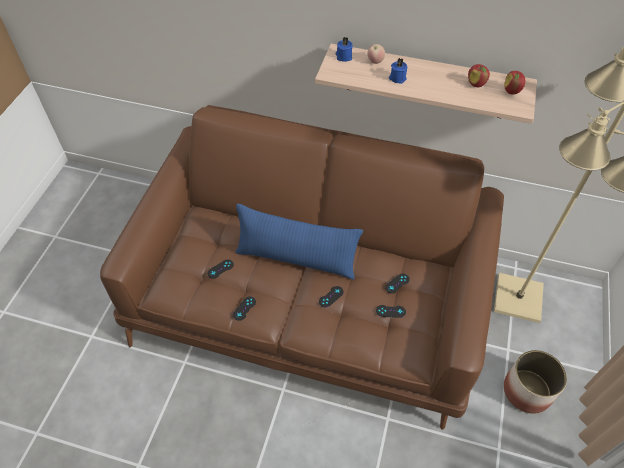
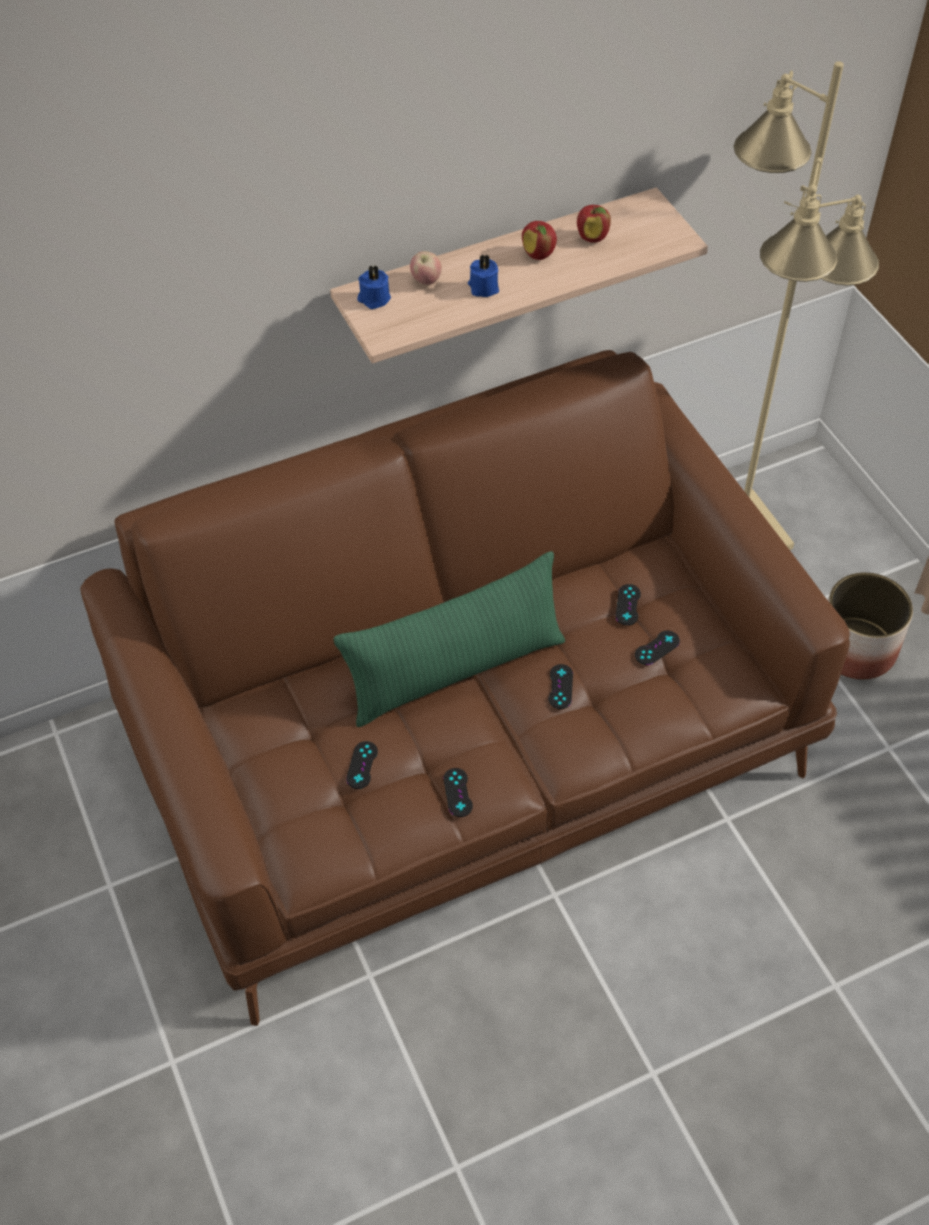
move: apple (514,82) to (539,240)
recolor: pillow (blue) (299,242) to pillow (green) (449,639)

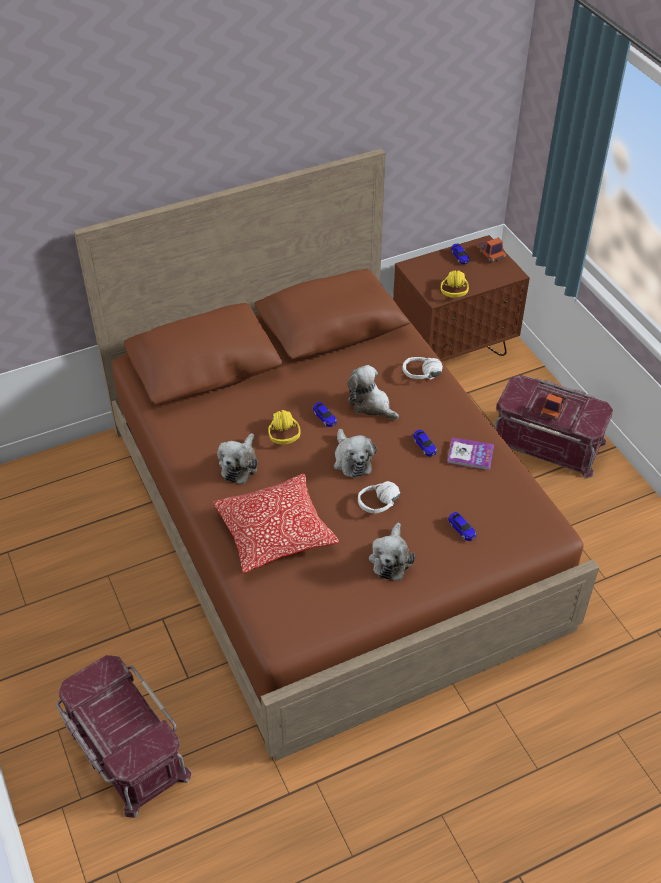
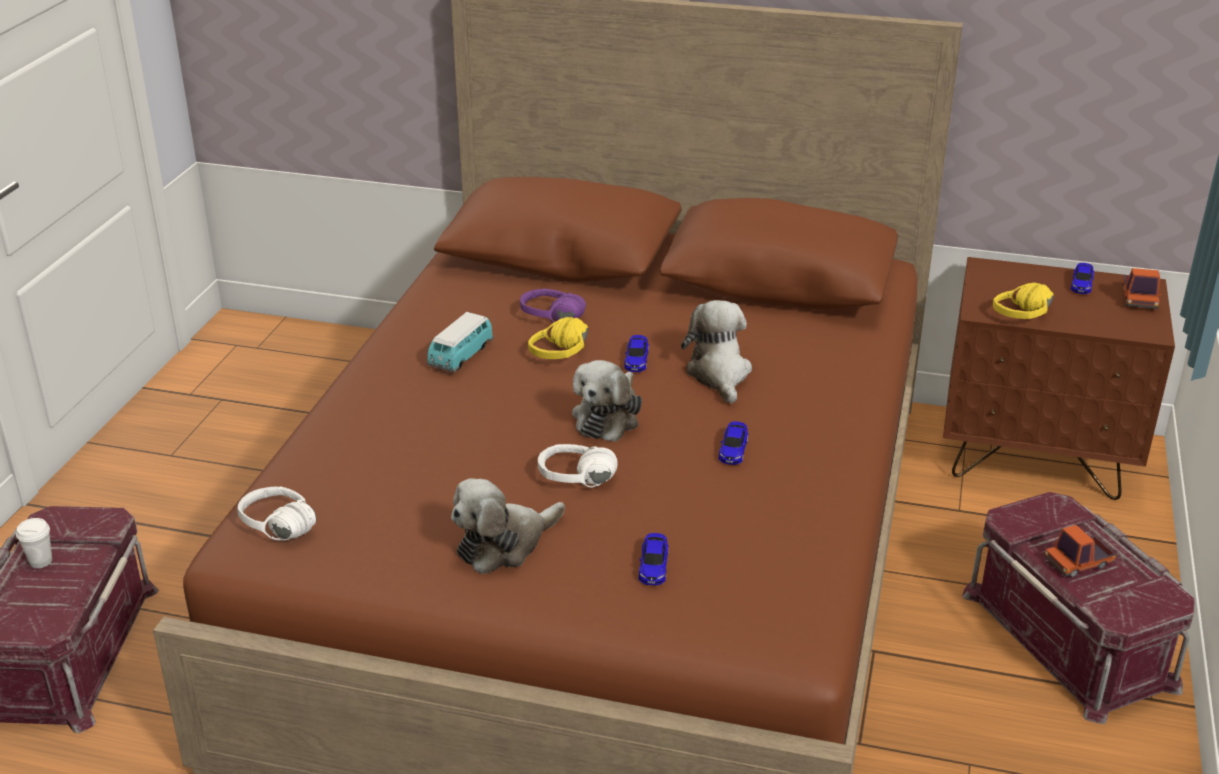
delete: book (470,453); pillow (276,524)
insert: headphones (purple) (553,306); cup (white) (34,543)
move: headphones (white) (422,368) to (277,513)
replace: plush toy (238,458) to toy car (460,342)

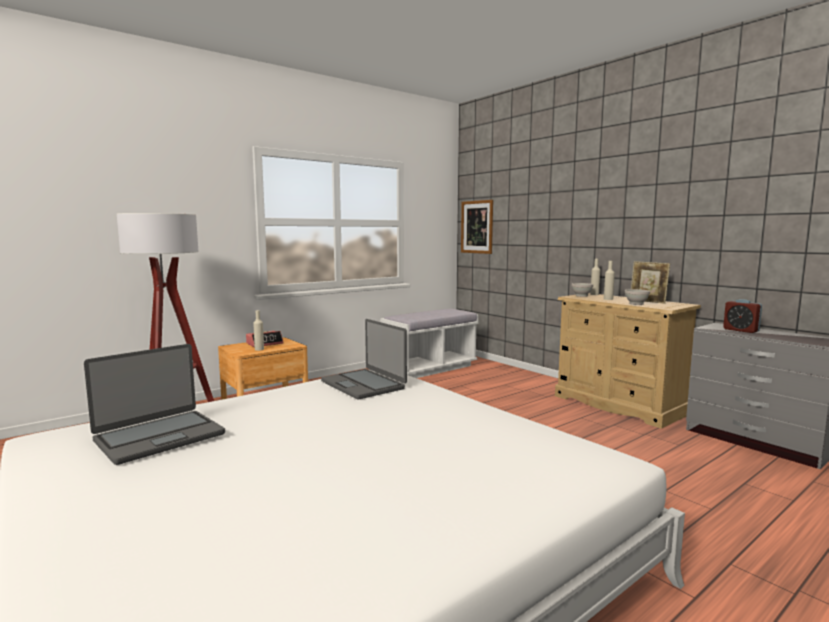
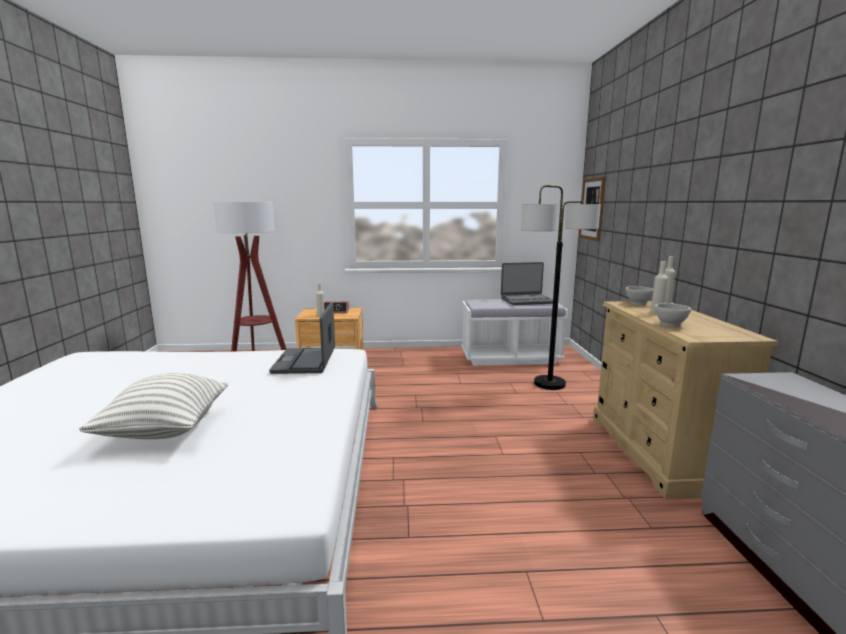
delete: picture frame (650,282); alarm clock (742,316)
insert: floor lamp (561,287); pillow (153,406)
move: laptop (154,404) to (527,283)

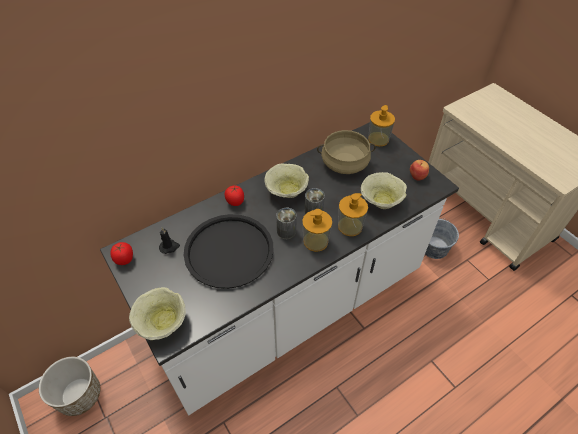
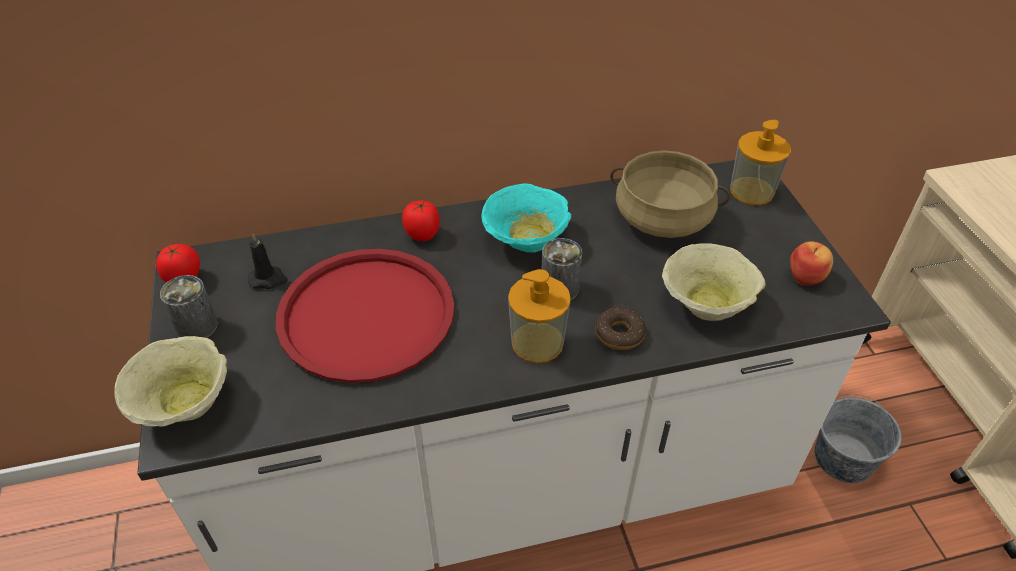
delete: planter (69,386)
move: can (286,223) to (189,306)
replace: soap dispenser (353,214) to donut (620,328)
recolor: bowl (beige) (286,180) to bowl (turquoise) (526,218); tray (black) (229,251) to tray (red) (365,316)

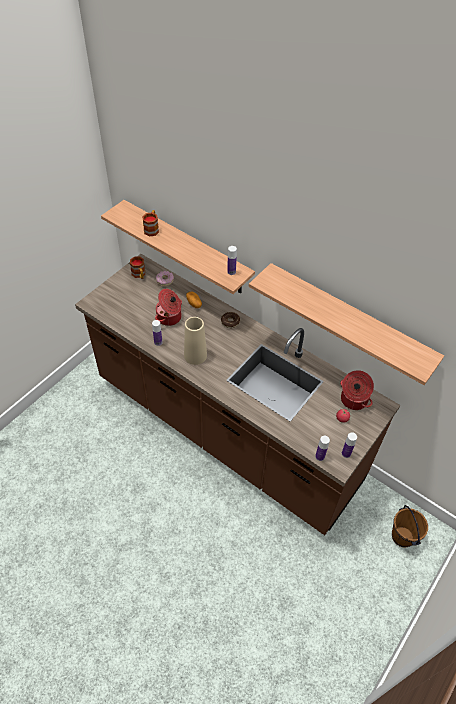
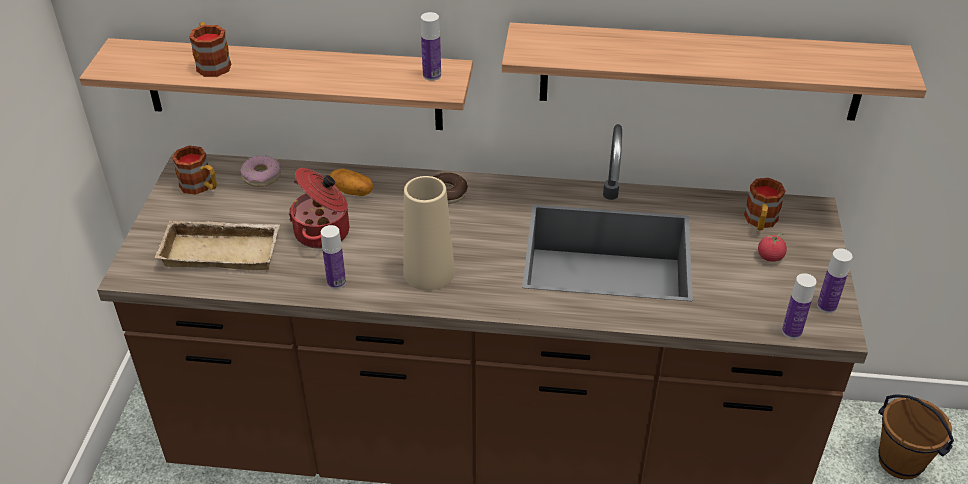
insert: tray (beige) (217,245)
replace: cooking pot (357,390) to mug (764,204)

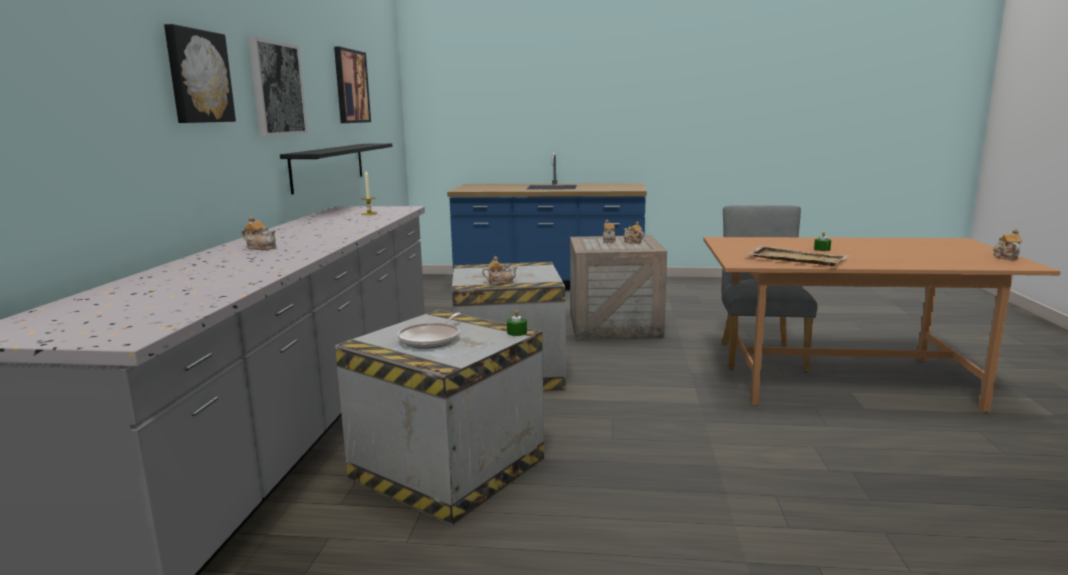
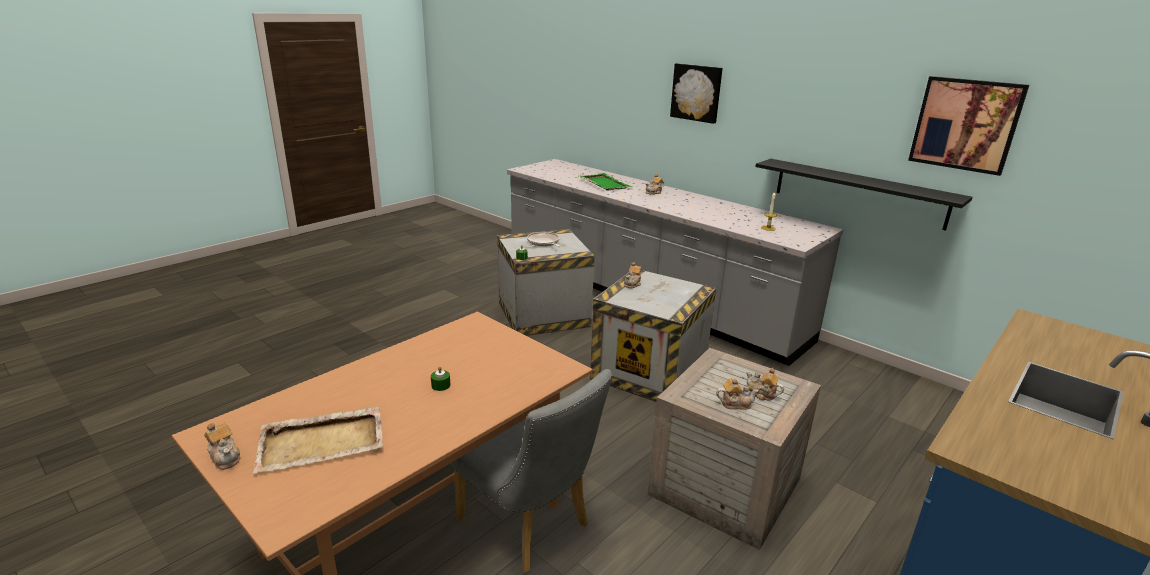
delete: picture (278,86)
insert: tray (green) (606,182)
move: tray (beige) (797,255) to (318,440)

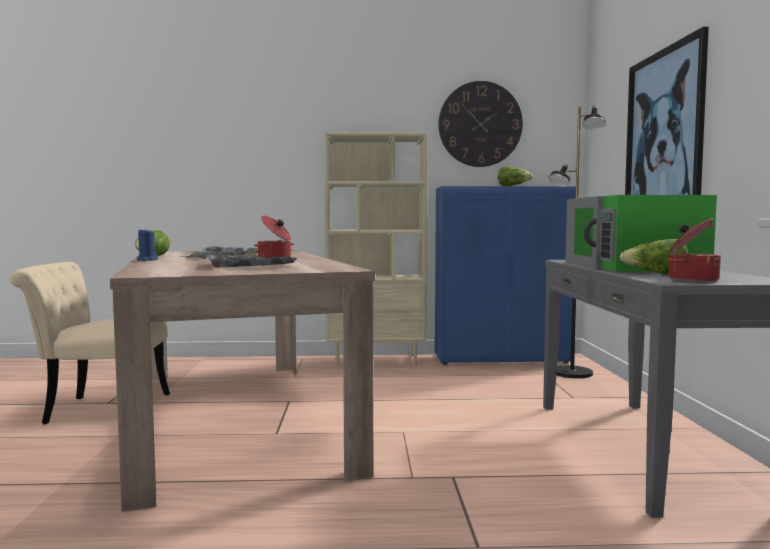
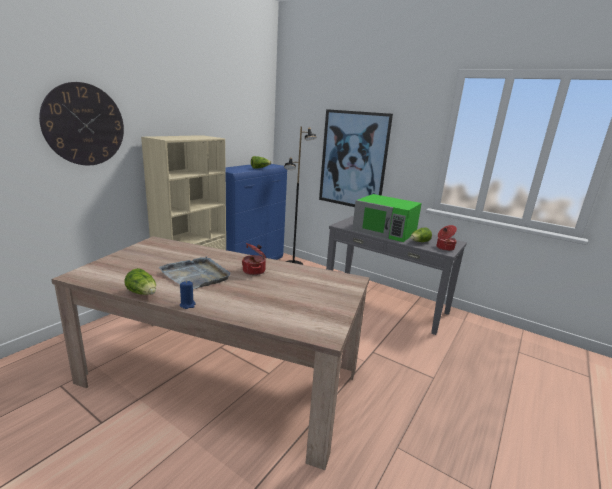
delete: tray (grey) (251,261); chair (beige) (90,343)
move: wall clock (481,124) to (81,123)

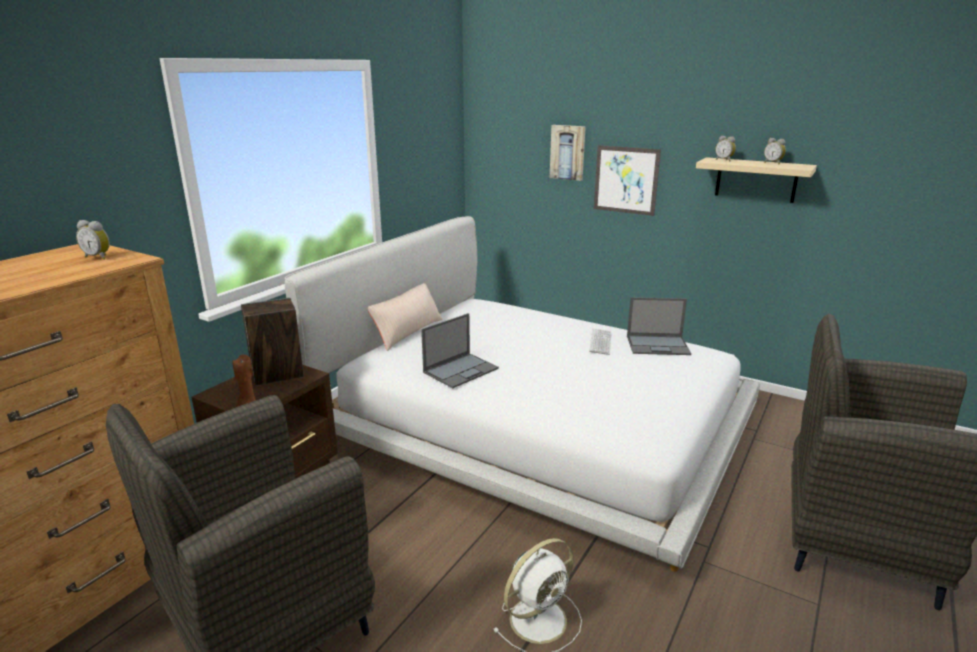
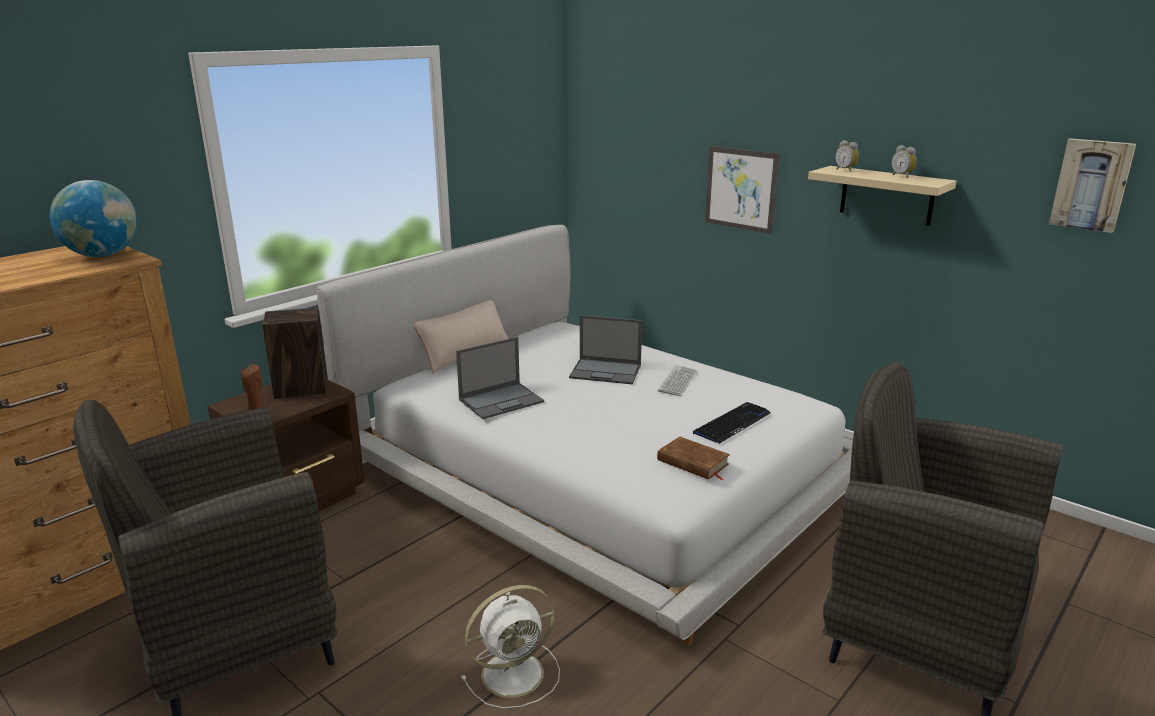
insert: keyboard (732,423); book (brown) (693,458)
move: picture (568,153) to (1092,185); laptop (659,326) to (605,350)
replace: alarm clock (93,240) to globe (93,218)

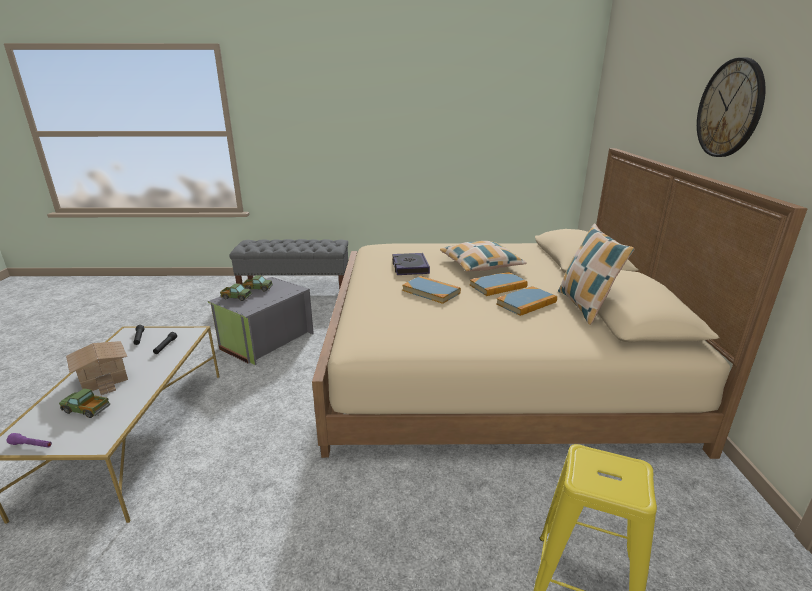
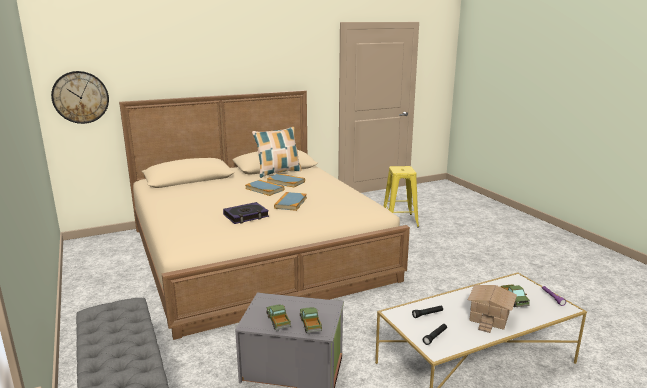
delete: pillow (483,256)
move: wall clock (731,107) to (80,97)

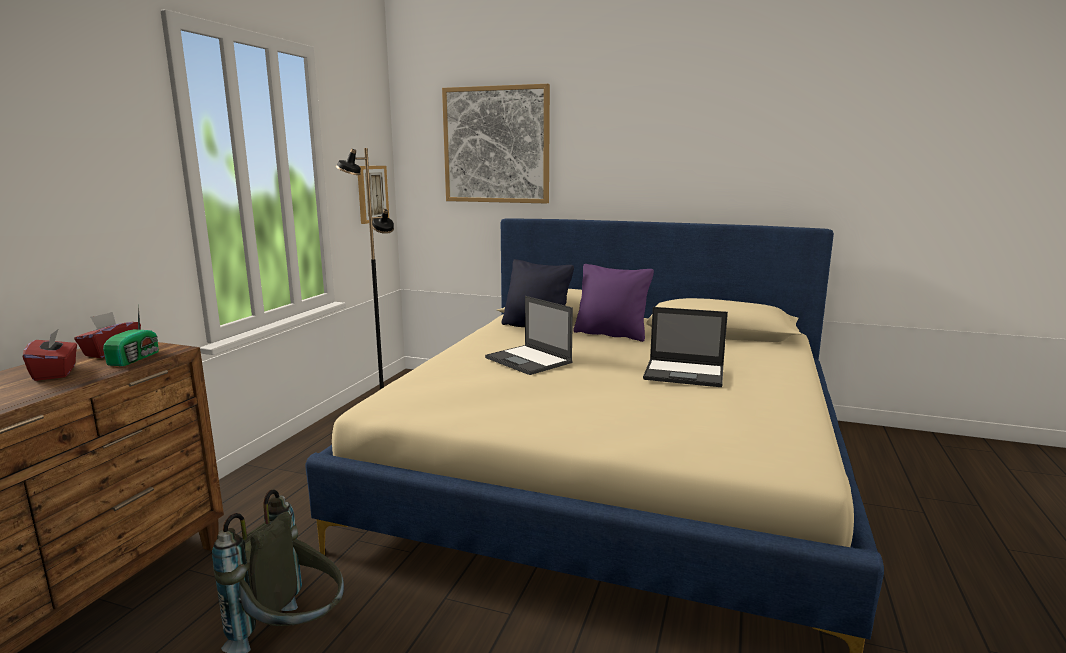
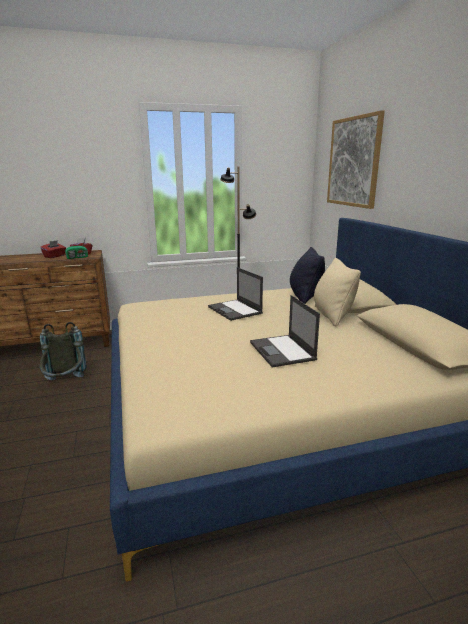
delete: picture (373,195)
recolor: pillow (purple) (613,303) to pillow (beige) (337,292)
rotate: laptop (529,335) = (235,294) 45 degrees counterclockwise

